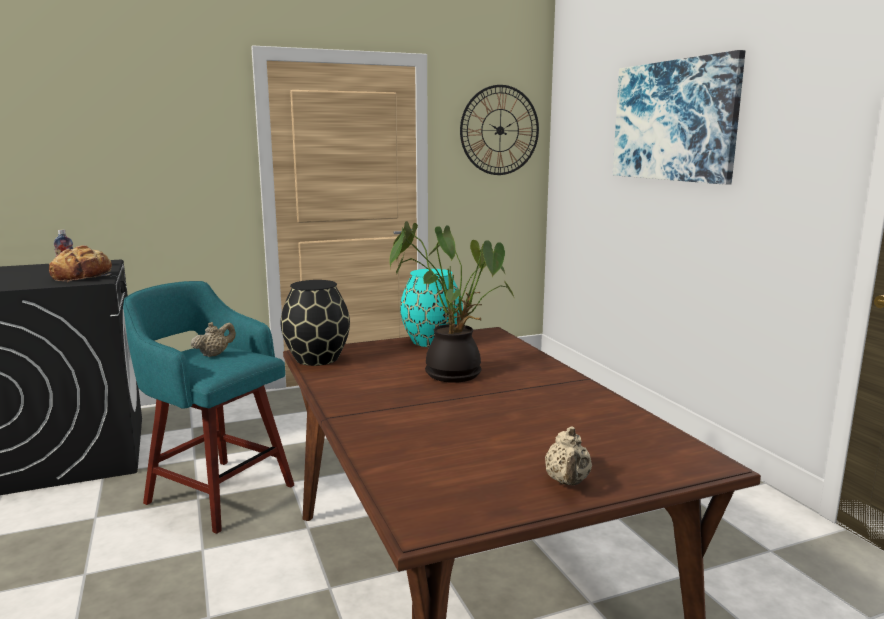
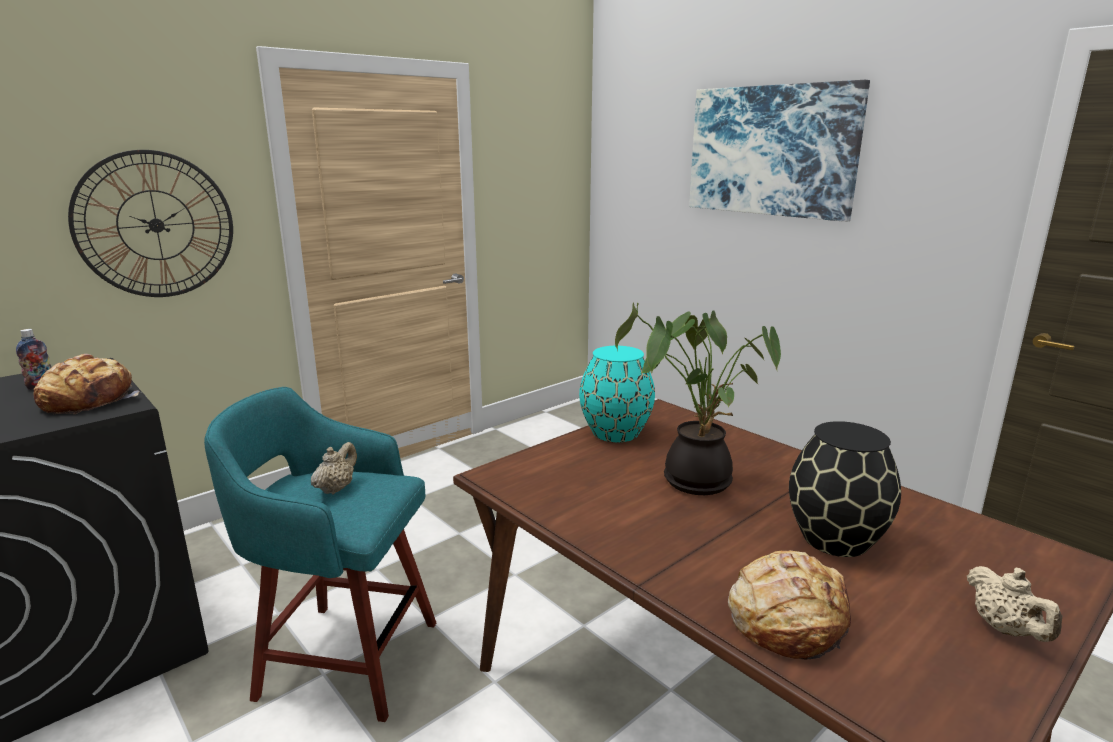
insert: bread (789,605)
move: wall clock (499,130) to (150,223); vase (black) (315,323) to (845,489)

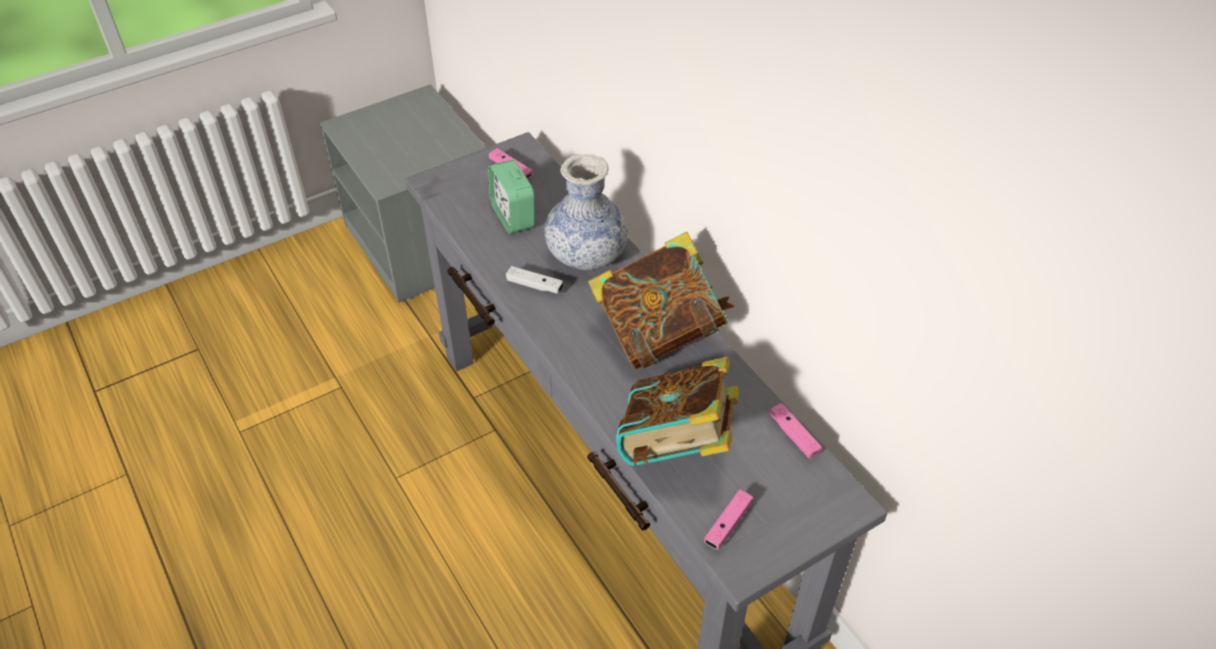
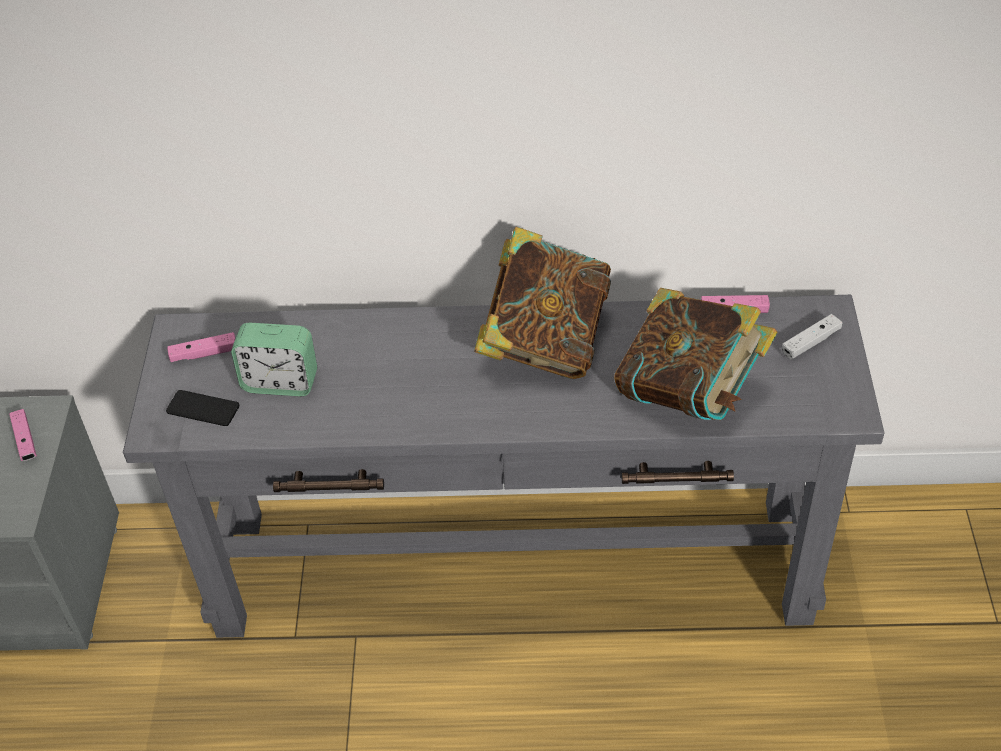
delete: vase (586,212)
insert: phone (203,408)
move: game controller (white) (534,280) to (812,336); game controller (pink) (728,519) to (23,435)

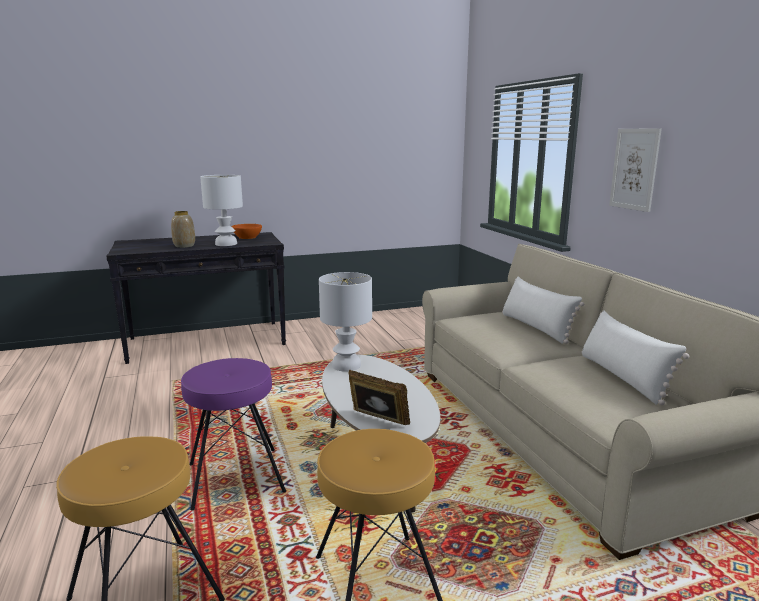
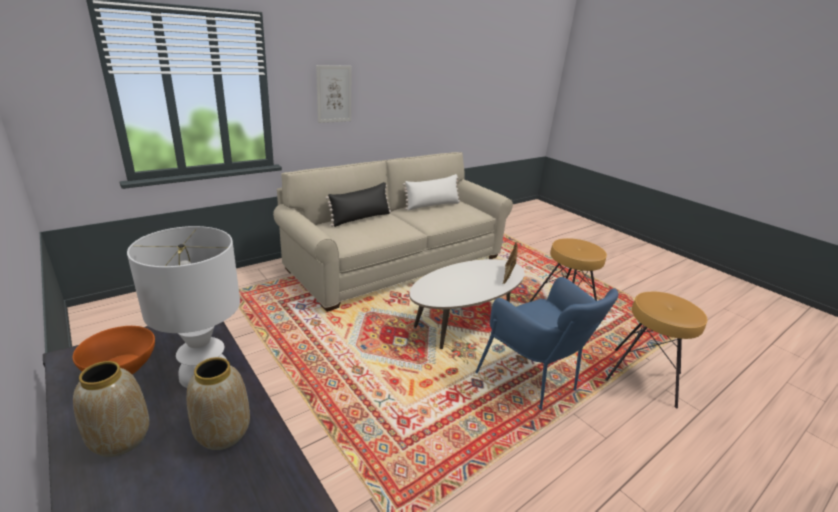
delete: table lamp (white) (345,322)
insert: vase (111,409)
replace: stool (purple) (233,434) to armchair (blue) (546,343)
recolor: pillow (white) (543,310) to pillow (black) (358,204)

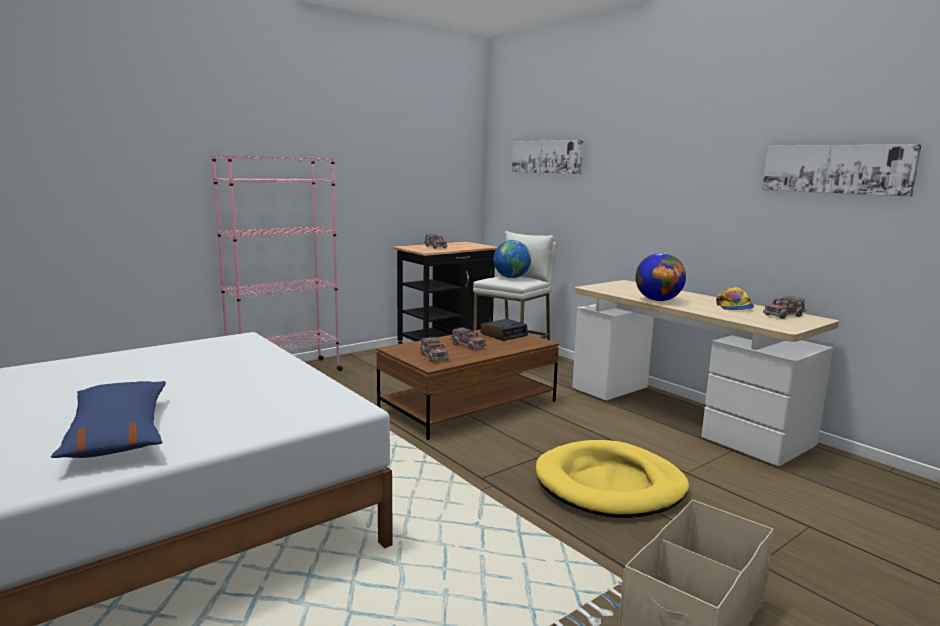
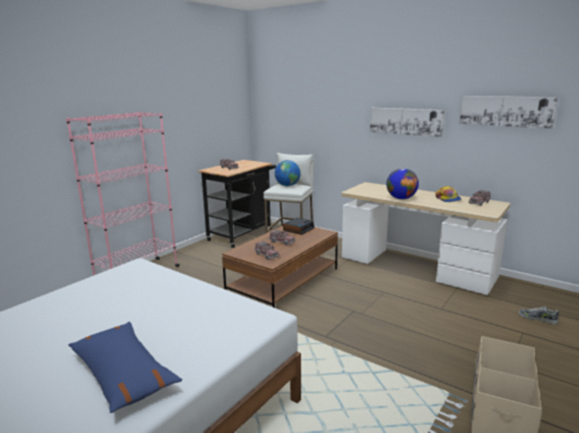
delete: dog bed (yellow) (612,479)
insert: shoe (539,315)
move: picture (547,157) to (407,122)

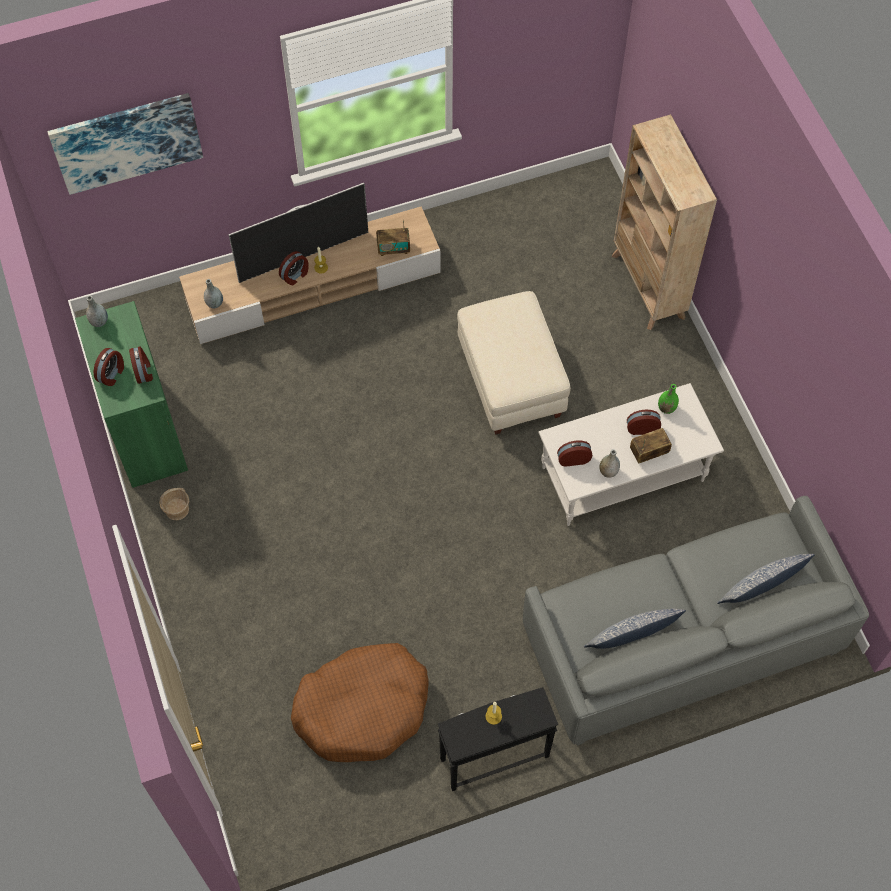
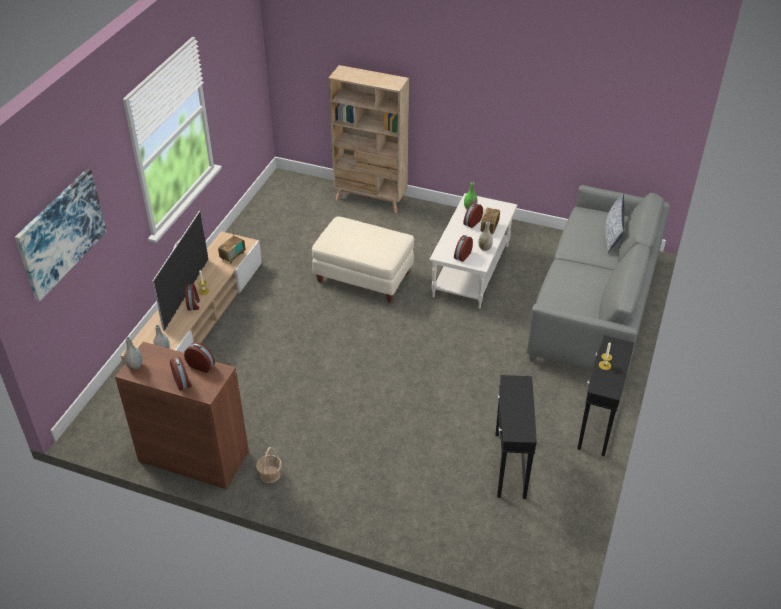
delete: pillow (635,628)
replace: dog bed (brown) (359,702) to side table (black) (516,437)
recolor: cabinet (green) (131,394) to cabinet (brown) (182,415)

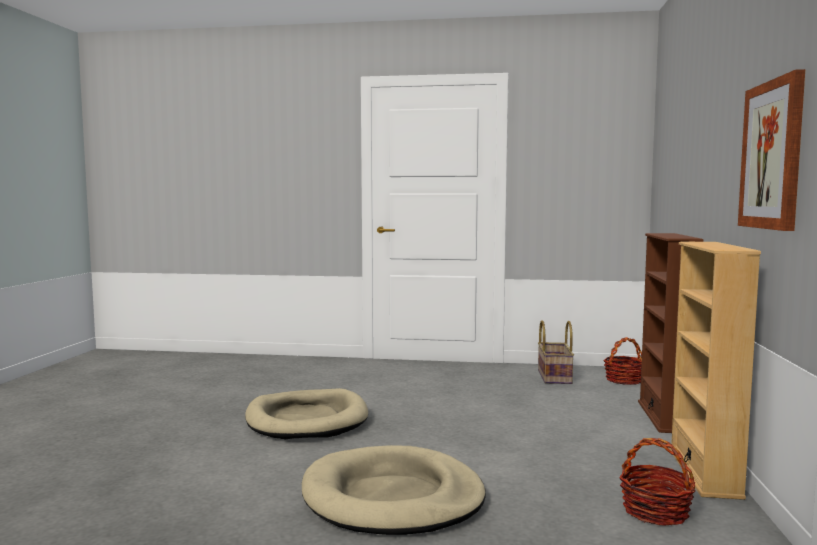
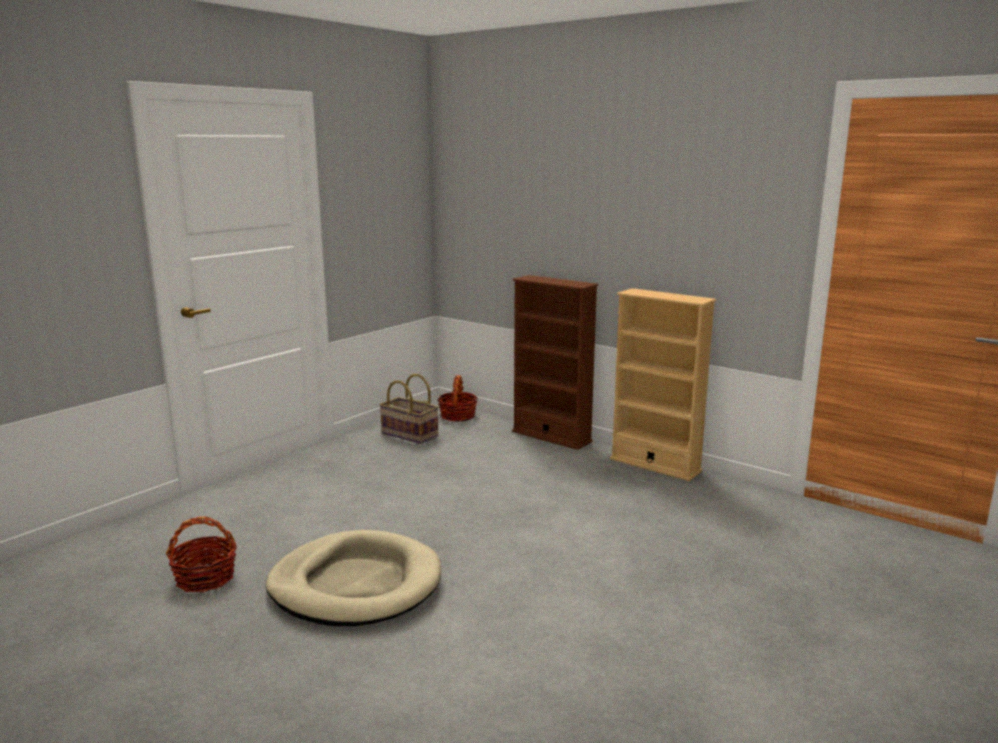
delete: picture (771,150); dog bed (beige) (394,490)
move: basket (657,482) to (201,554)

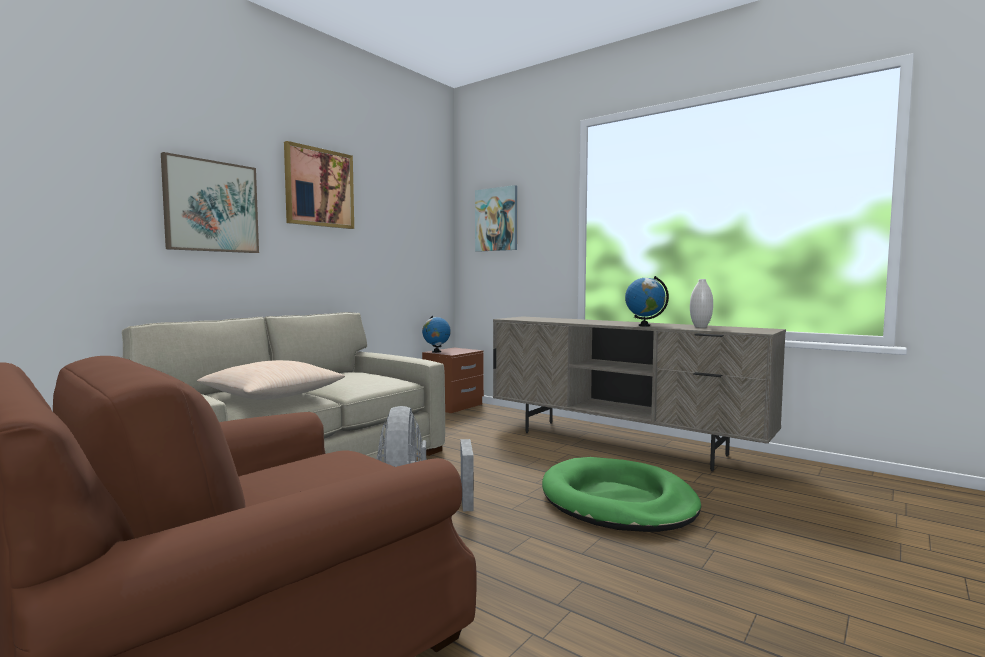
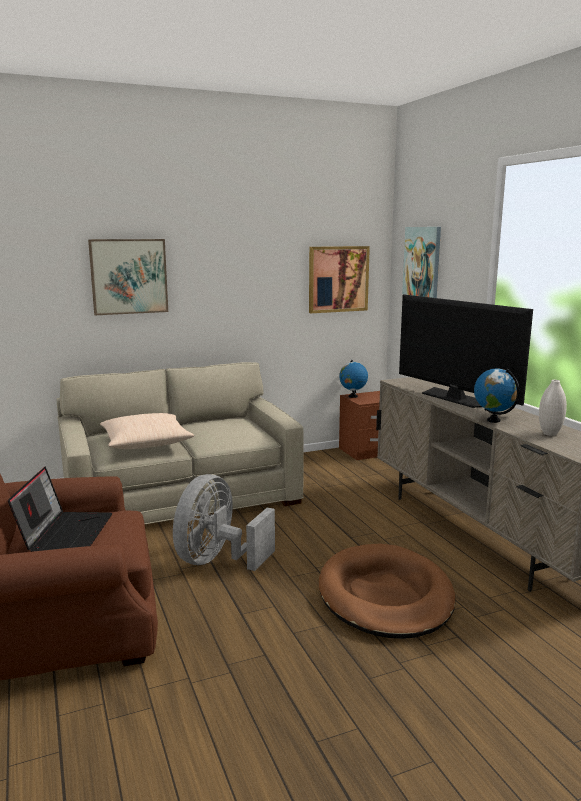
insert: television (466,351); laptop (60,509)
move: picture (319,185) to (339,279)
recolor: dog bed (green) (621,494) to dog bed (brown) (387,591)

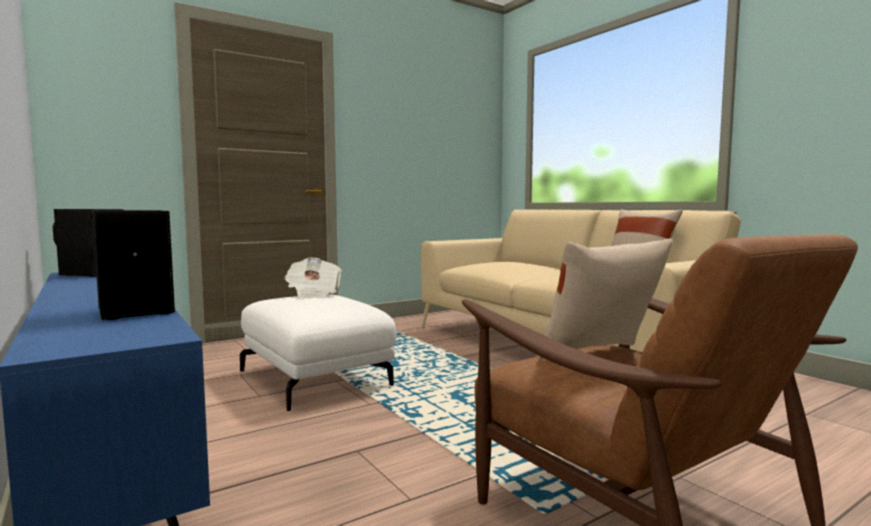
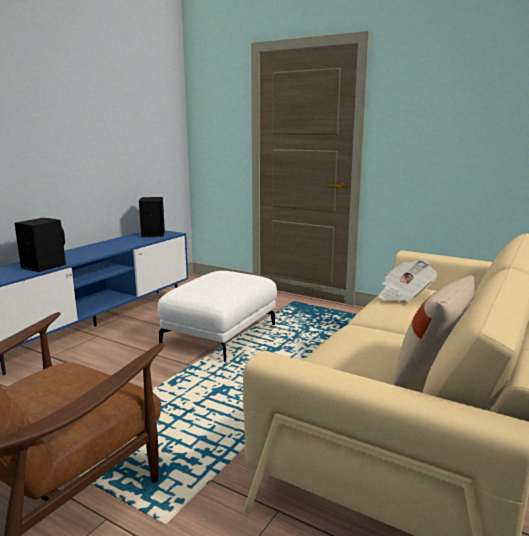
delete: pillow (beige) (605,299)
move: newspaper (313,278) to (408,281)

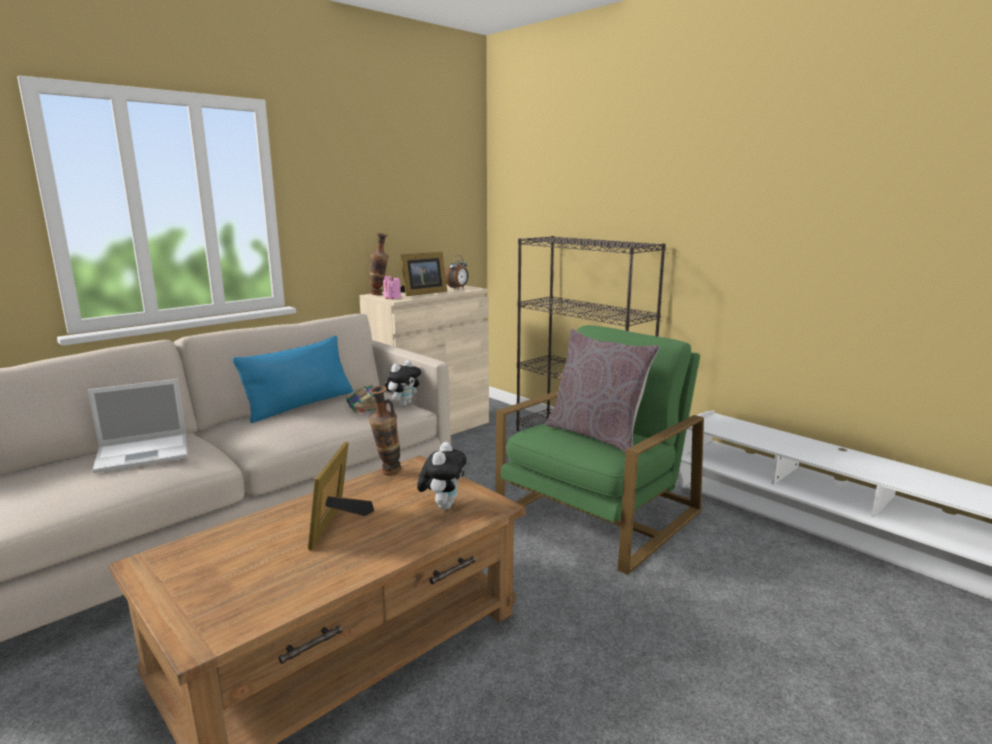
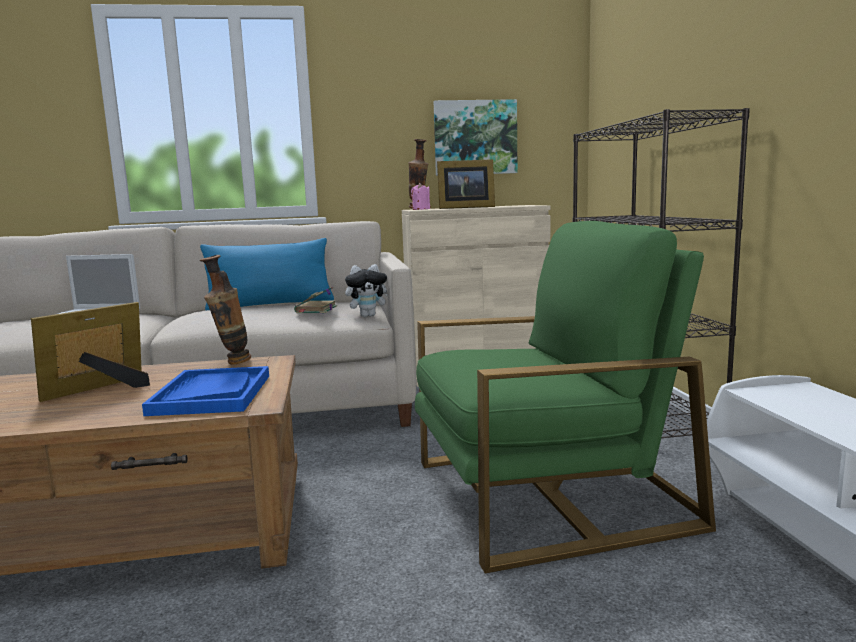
delete: alarm clock (457,272); pillow (grey) (603,391)
insert: picture (476,137)
replace: plush toy (442,476) to tray (blue) (205,391)

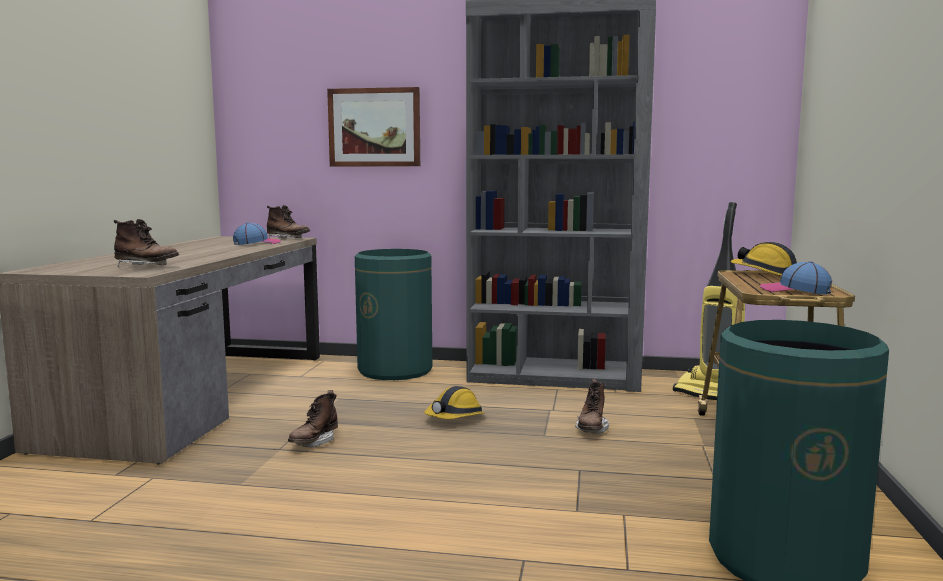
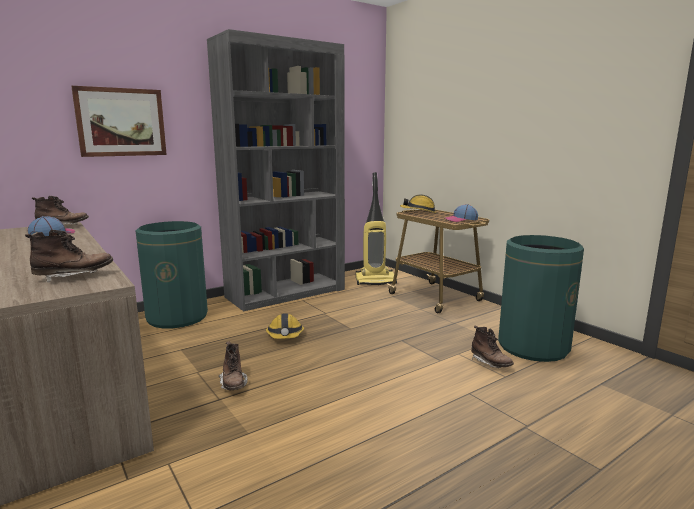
move: boot (brown) (592,406) to (492,347)

